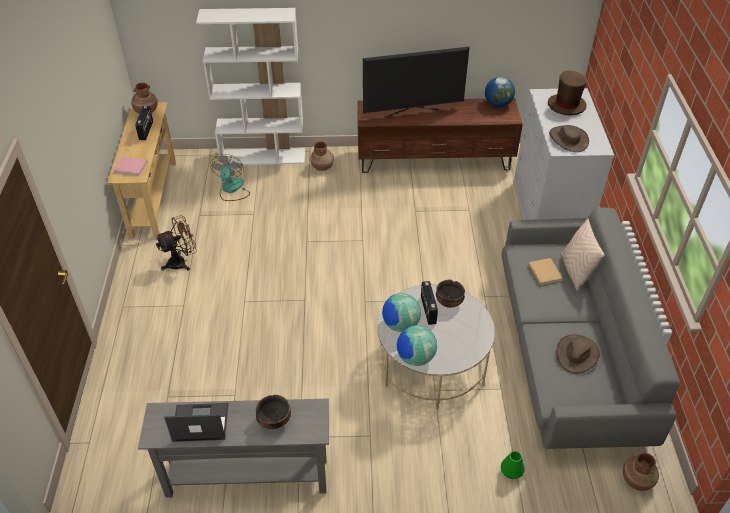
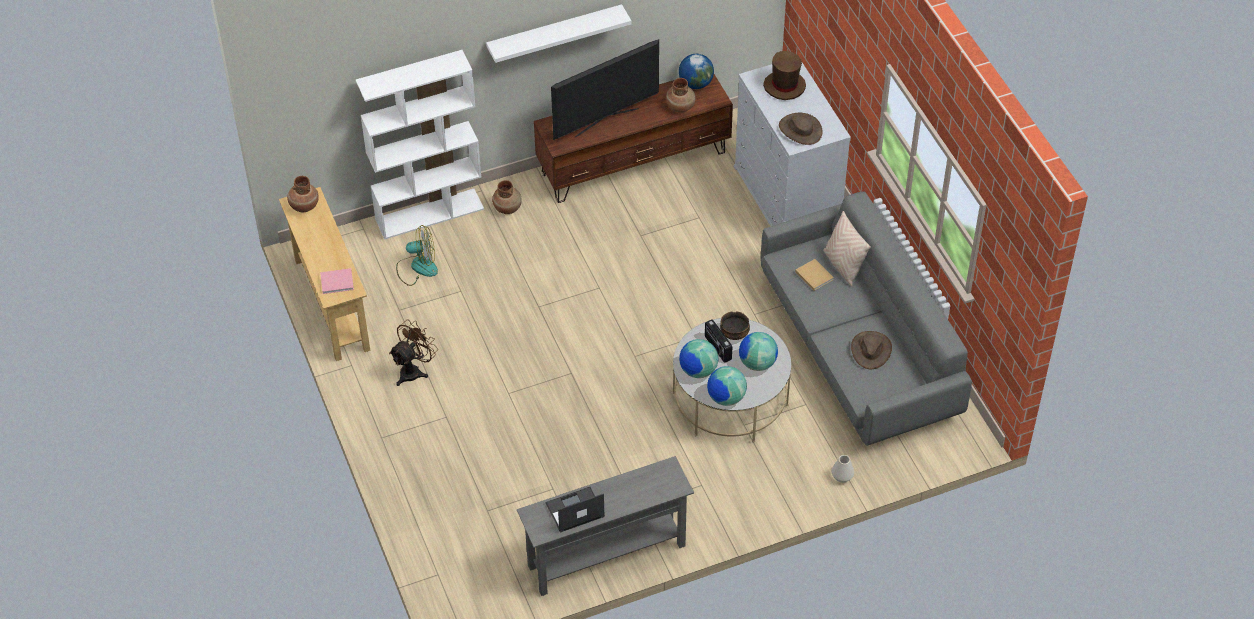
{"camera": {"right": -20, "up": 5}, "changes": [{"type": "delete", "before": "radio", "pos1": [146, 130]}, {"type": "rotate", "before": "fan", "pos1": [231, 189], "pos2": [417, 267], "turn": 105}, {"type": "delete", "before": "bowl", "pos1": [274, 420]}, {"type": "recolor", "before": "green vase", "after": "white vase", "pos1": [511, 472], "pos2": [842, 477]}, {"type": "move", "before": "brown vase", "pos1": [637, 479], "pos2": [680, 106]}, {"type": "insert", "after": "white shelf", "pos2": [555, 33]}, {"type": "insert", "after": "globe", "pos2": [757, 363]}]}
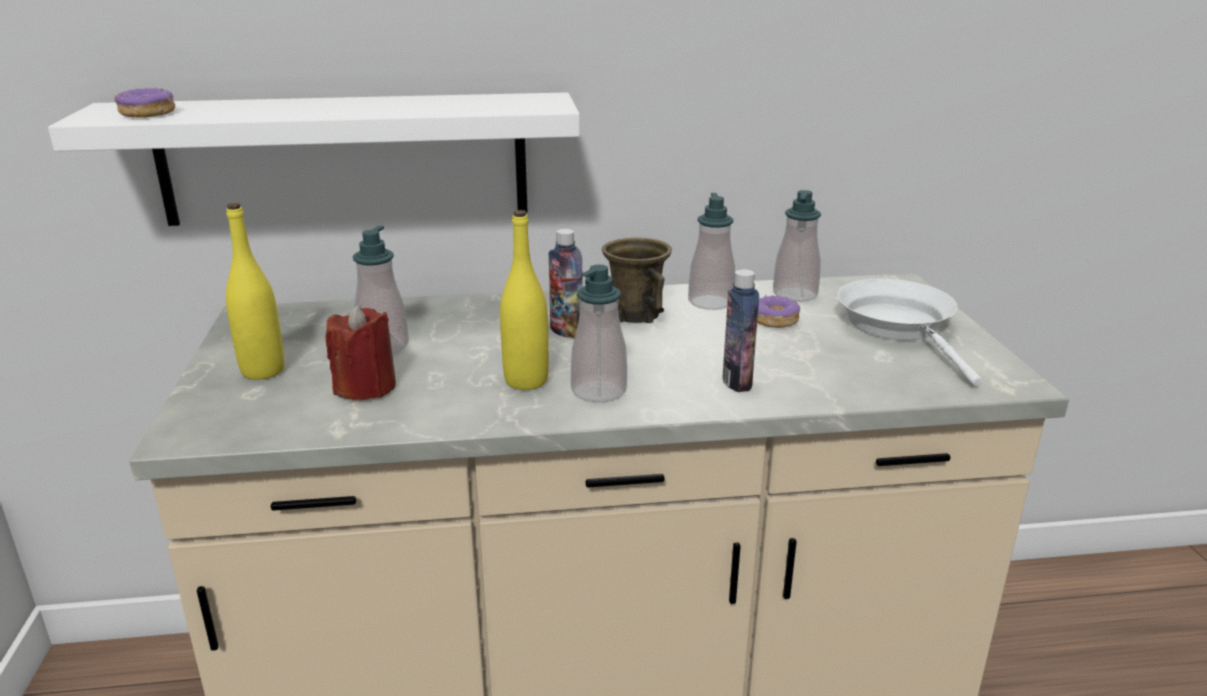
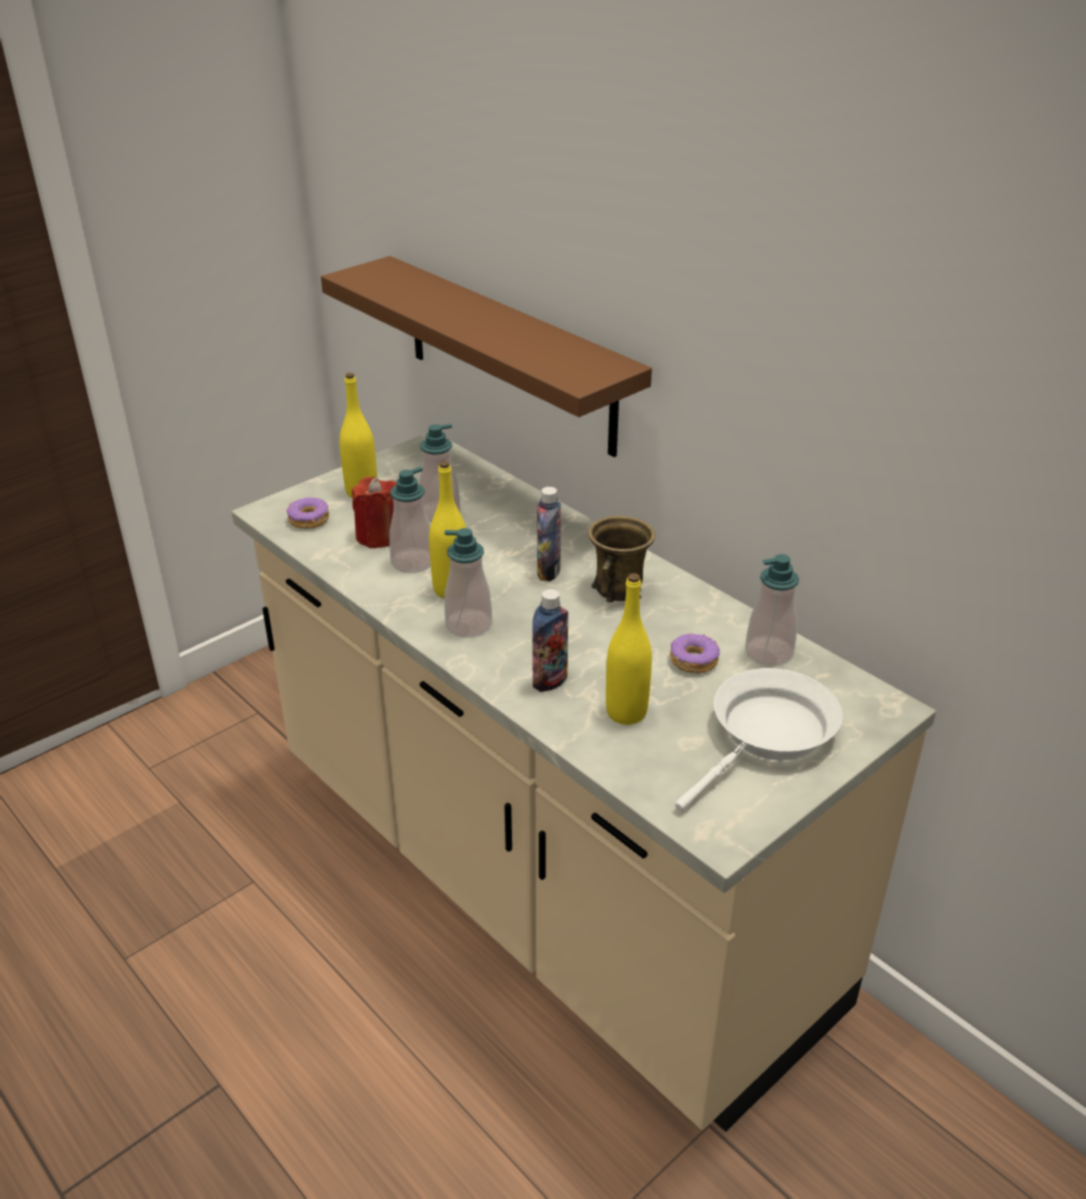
{"camera": {"right": 55, "up": 10}, "changes": [{"type": "recolor", "before": "white shelf", "after": "brown shelf", "pos1": [345, 159], "pos2": [509, 355]}, {"type": "move", "before": "donut", "pos1": [148, 113], "pos2": [309, 520]}, {"type": "move", "before": "soap dispenser", "pos1": [710, 302], "pos2": [412, 562]}, {"type": "insert", "after": "yellow bottle", "pos2": [626, 712]}]}
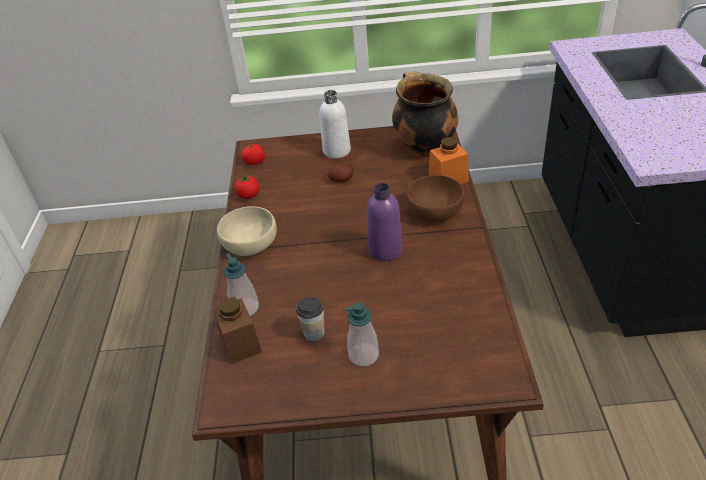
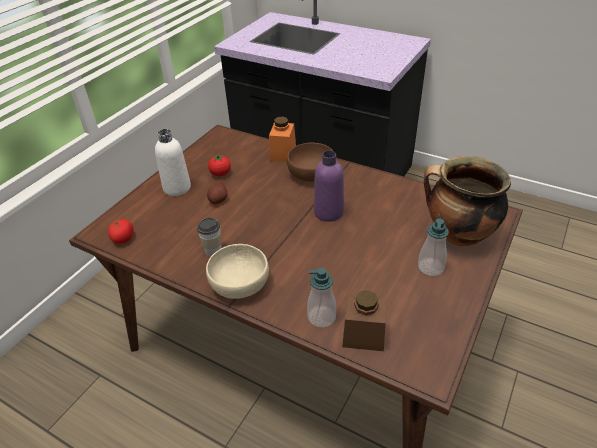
{"camera": {"right": -60, "up": 0}, "changes": [{"type": "move", "before": "tomato", "pos1": [249, 196], "pos2": [220, 174]}, {"type": "move", "before": "cup", "pos1": [314, 333], "pos2": [213, 250]}, {"type": "move", "before": "cooking pot", "pos1": [423, 147], "pos2": [457, 235]}]}
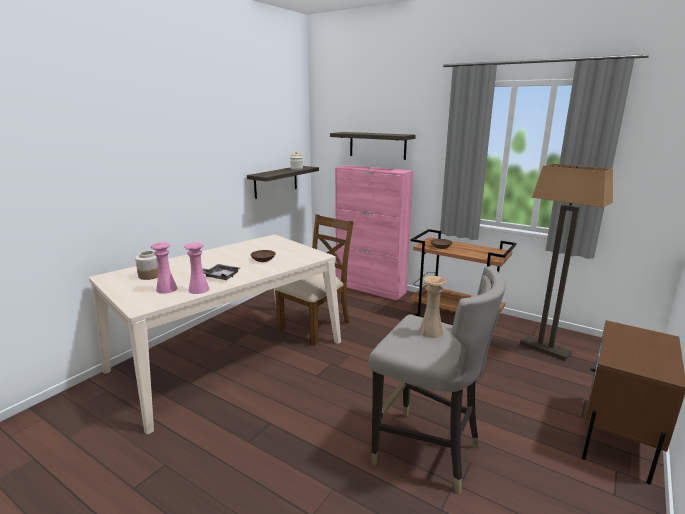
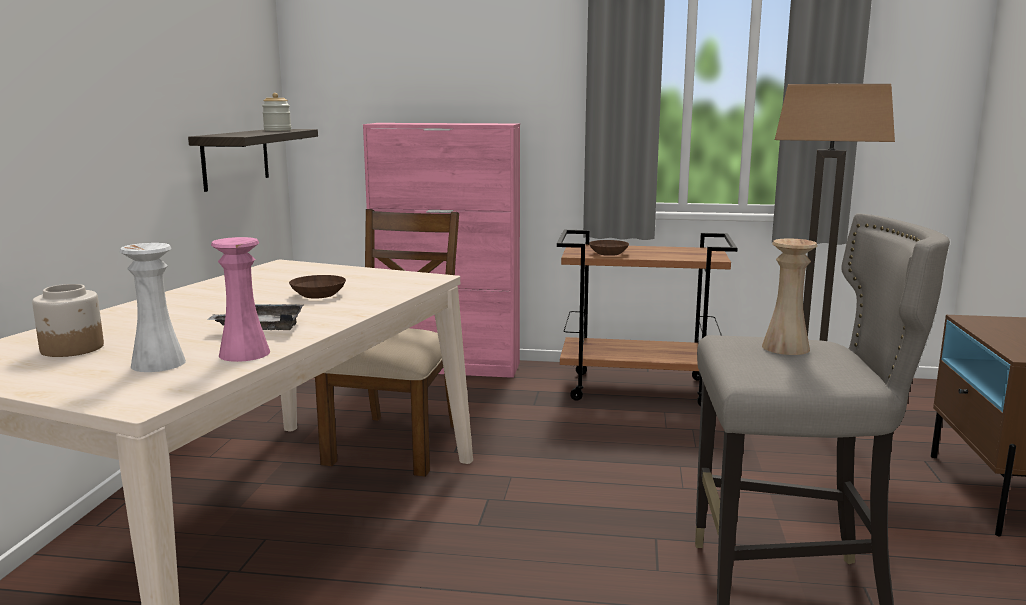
{"camera": {"right": -25, "up": -5}, "changes": [{"type": "recolor", "before": "pink vase", "after": "white vase", "pos1": [166, 289], "pos2": [158, 363]}, {"type": "delete", "before": "shelf", "pos1": [377, 145]}]}
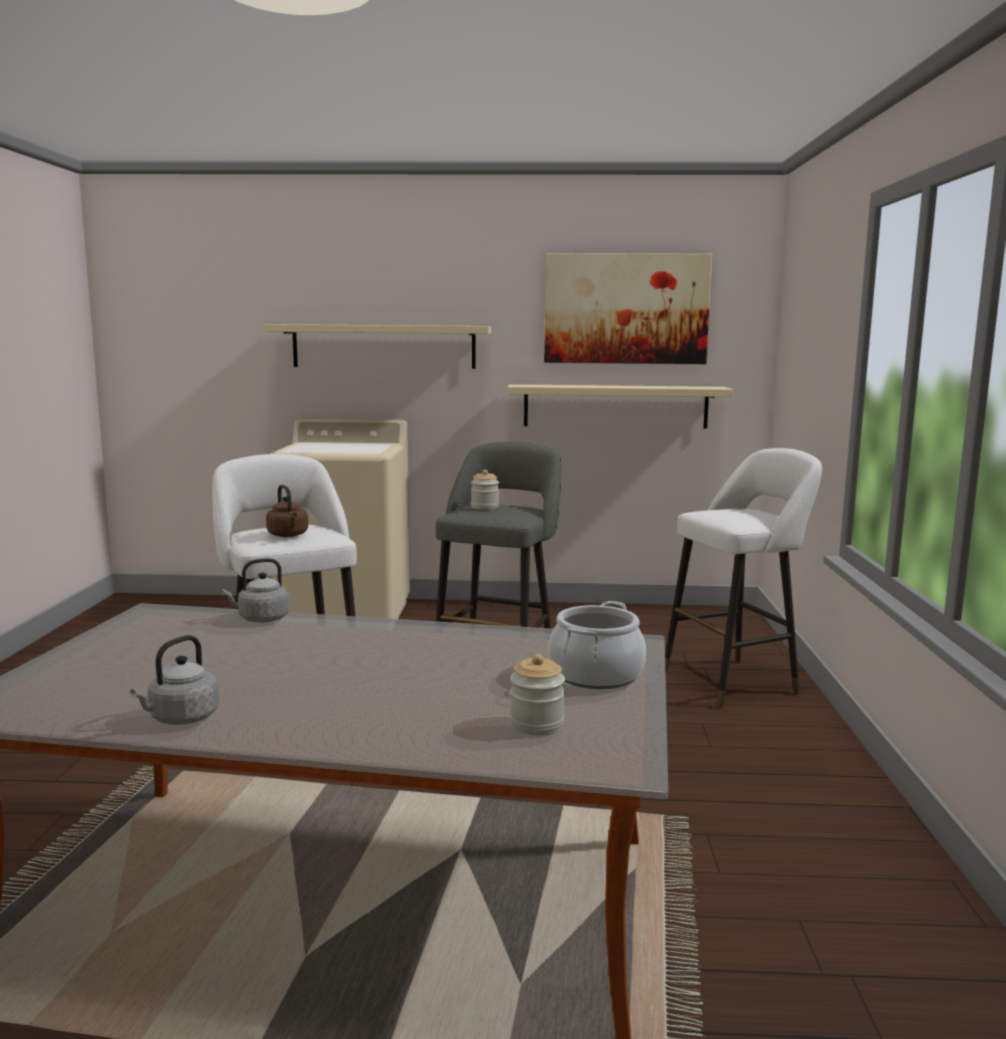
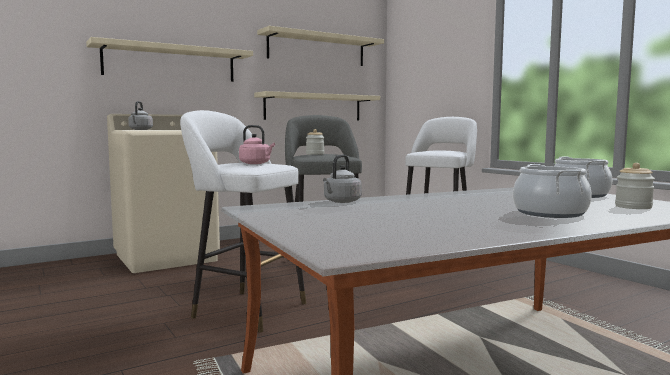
{"camera": {"right": -35, "up": -5}, "changes": [{"type": "move", "before": "grey kettle", "pos1": [181, 718], "pos2": [140, 129]}, {"type": "recolor", "before": "brown kettle", "after": "pink kettle", "pos1": [288, 535], "pos2": [256, 163]}, {"type": "replace", "before": "picture", "after": "beige shelf", "pos1": [626, 309], "pos2": [317, 49]}, {"type": "insert", "after": "cooking pot", "pos2": [549, 213]}]}
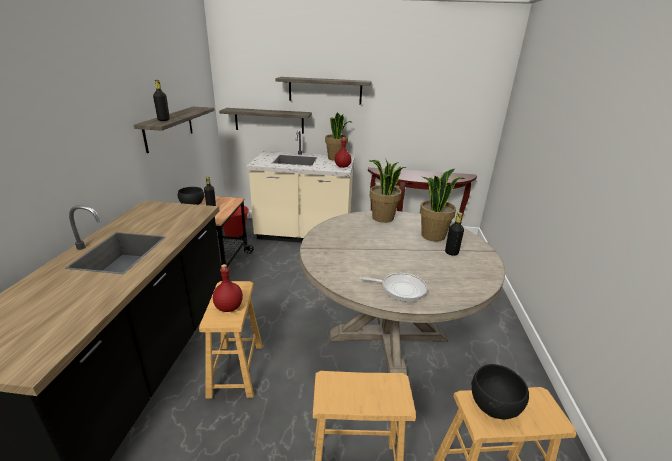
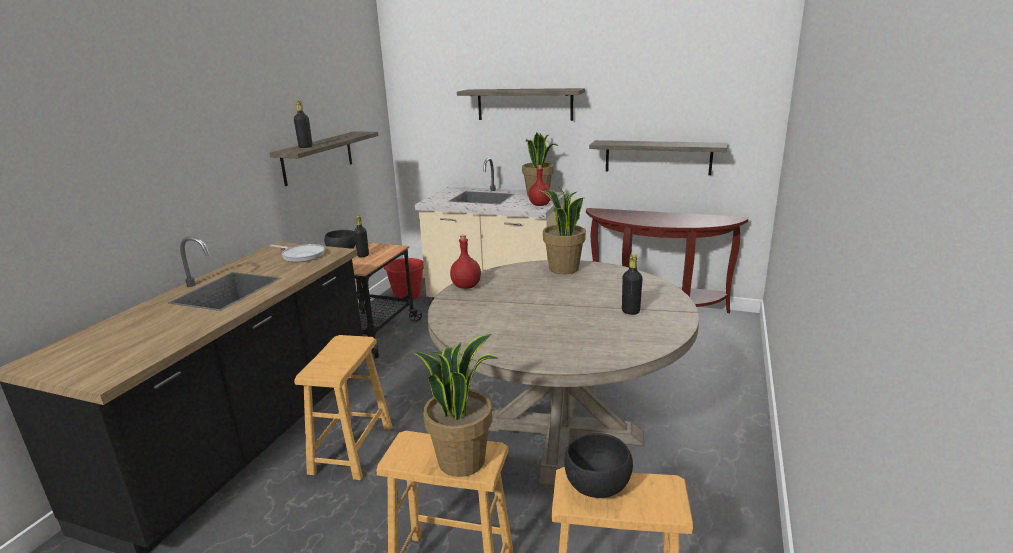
{"camera": {"right": 15, "up": -5}, "changes": [{"type": "move", "before": "red bottle", "pos1": [228, 307], "pos2": [465, 286]}, {"type": "move", "before": "shelf", "pos1": [269, 120], "pos2": [657, 157]}, {"type": "move", "before": "frying pan", "pos1": [400, 289], "pos2": [301, 255]}, {"type": "move", "before": "potted plant", "pos1": [433, 235], "pos2": [462, 460]}]}
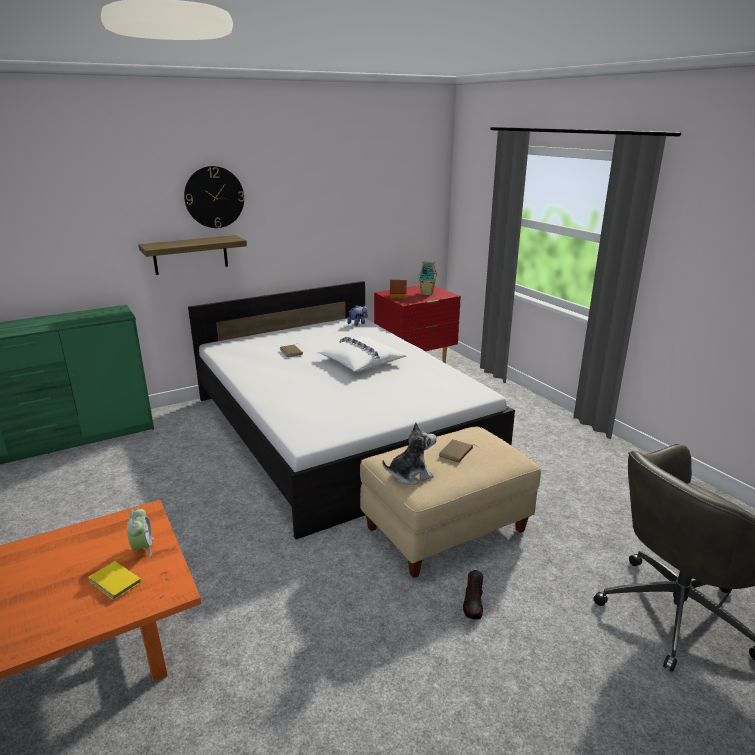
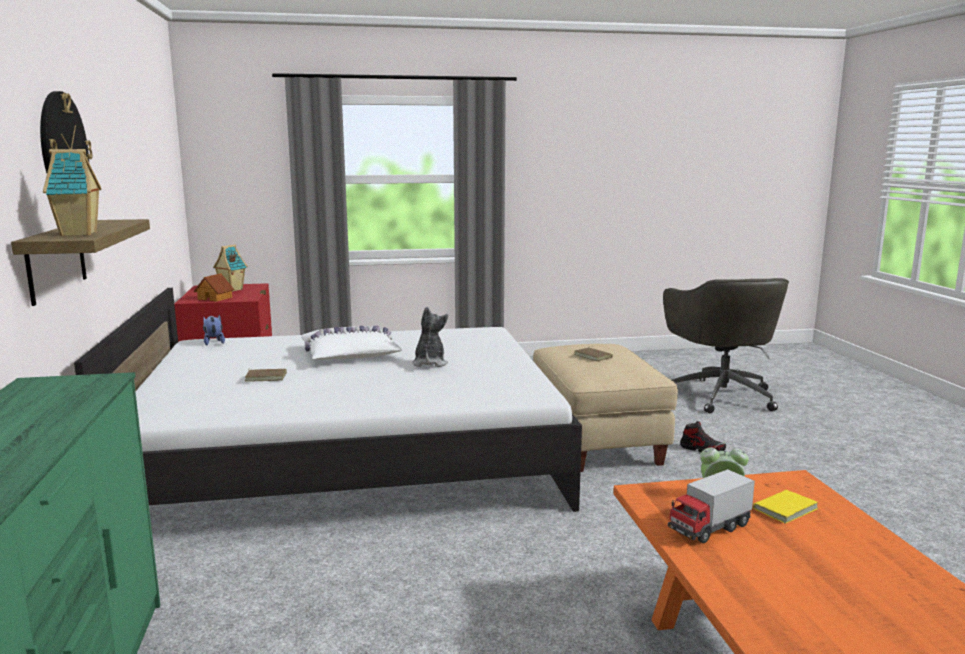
{"camera": {"right": -70, "up": -10}, "changes": [{"type": "move", "before": "plush toy", "pos1": [410, 475], "pos2": [429, 363]}, {"type": "insert", "after": "toy house", "pos2": [79, 234]}, {"type": "insert", "after": "toy truck", "pos2": [709, 528]}]}
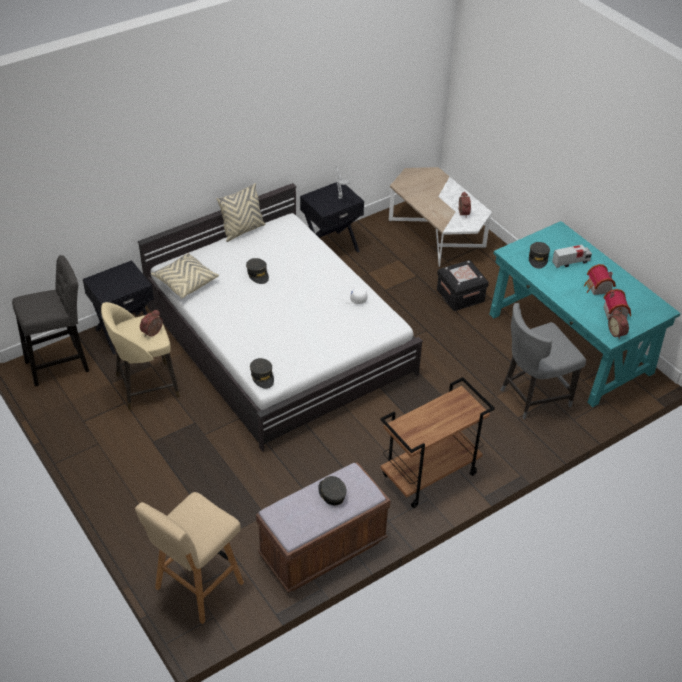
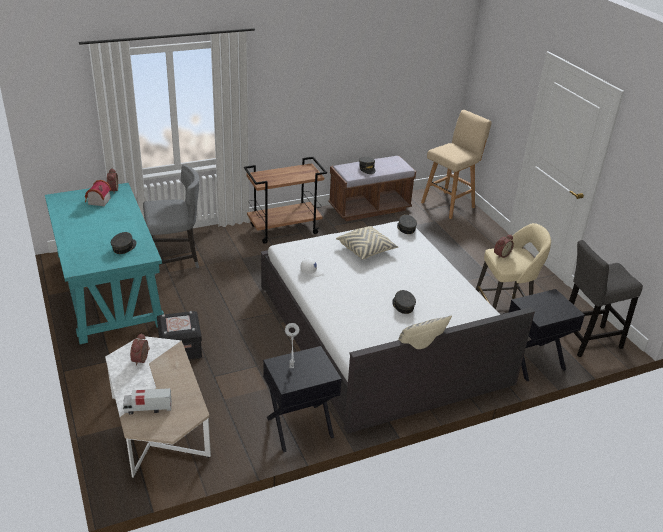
{"camera": {"right": -170, "up": -10}, "changes": [{"type": "move", "before": "beige pillow", "pos1": [185, 282], "pos2": [366, 250]}, {"type": "move", "before": "toy truck", "pos1": [571, 262], "pos2": [148, 408]}, {"type": "delete", "before": "toy house", "pos1": [597, 288]}]}
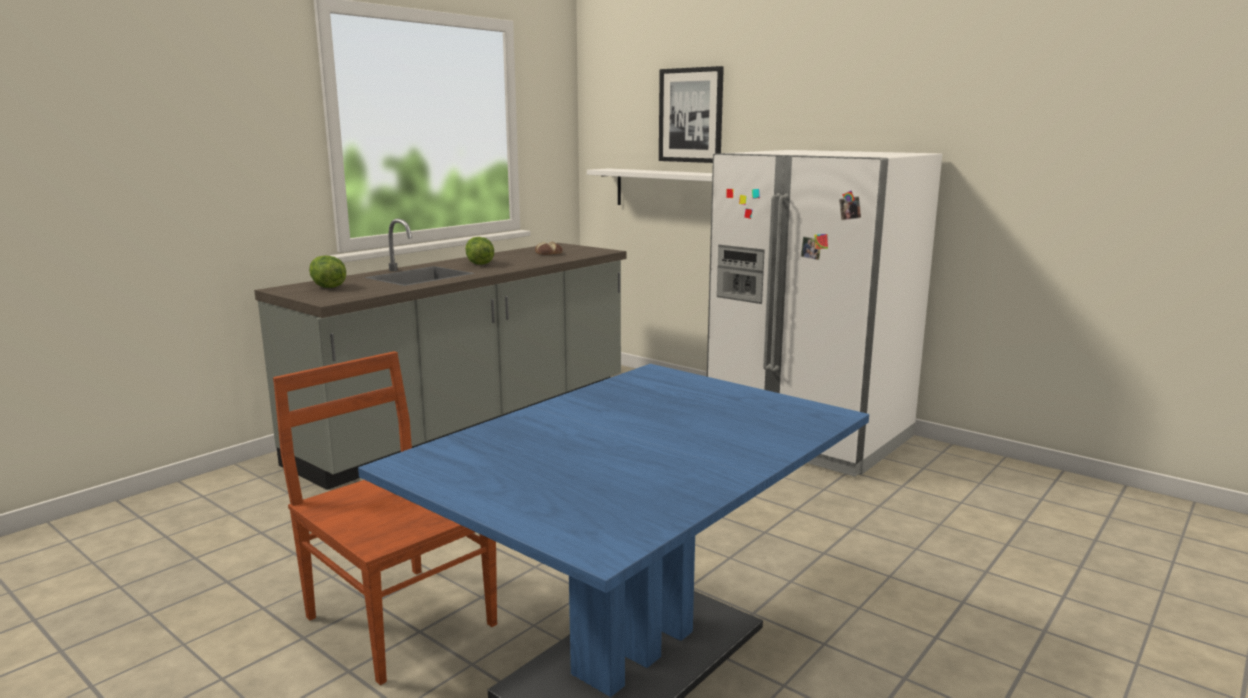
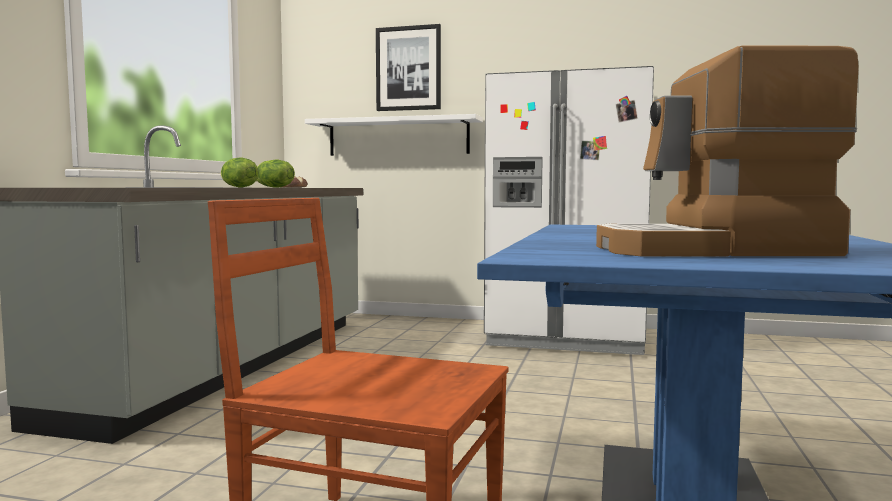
{"camera": {"right": -25, "up": -10}, "changes": [{"type": "move", "before": "lettuce", "pos1": [327, 287], "pos2": [273, 187]}, {"type": "insert", "after": "coffee machine", "pos2": [713, 250]}]}
